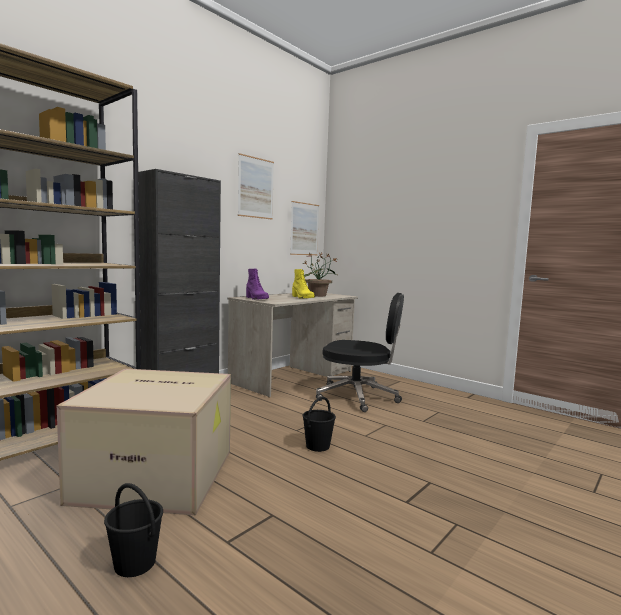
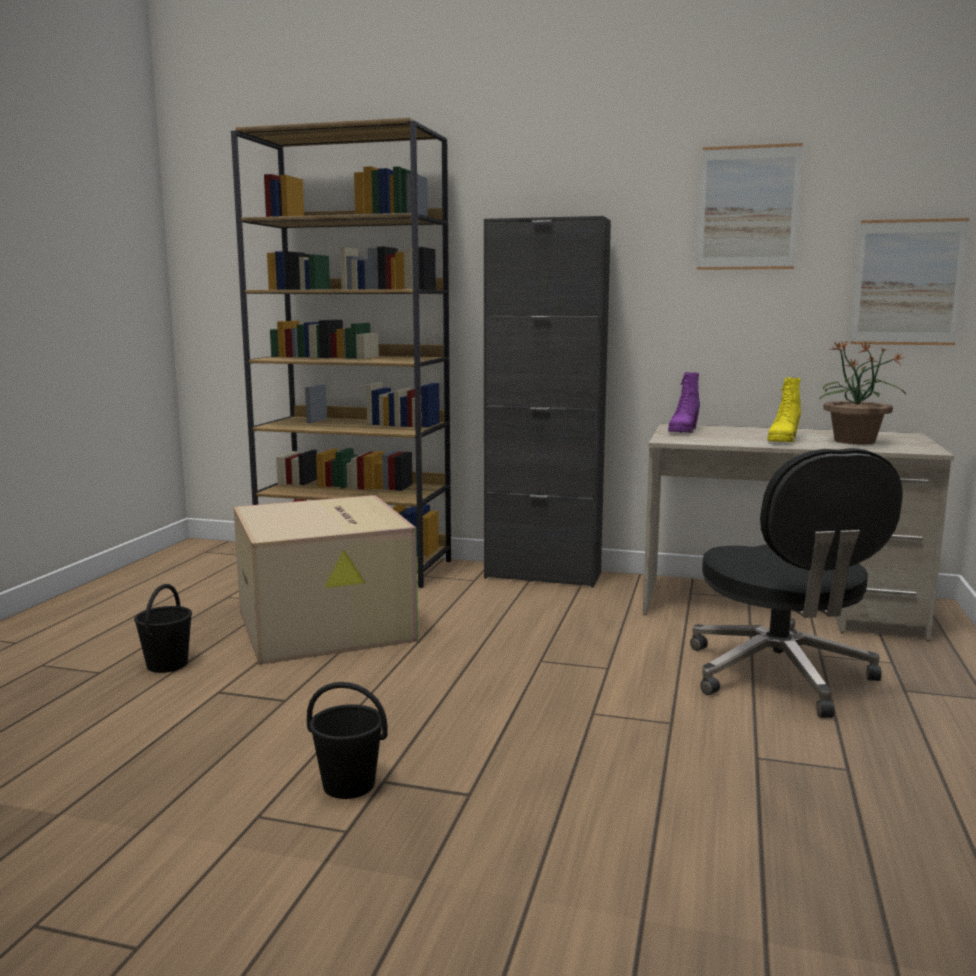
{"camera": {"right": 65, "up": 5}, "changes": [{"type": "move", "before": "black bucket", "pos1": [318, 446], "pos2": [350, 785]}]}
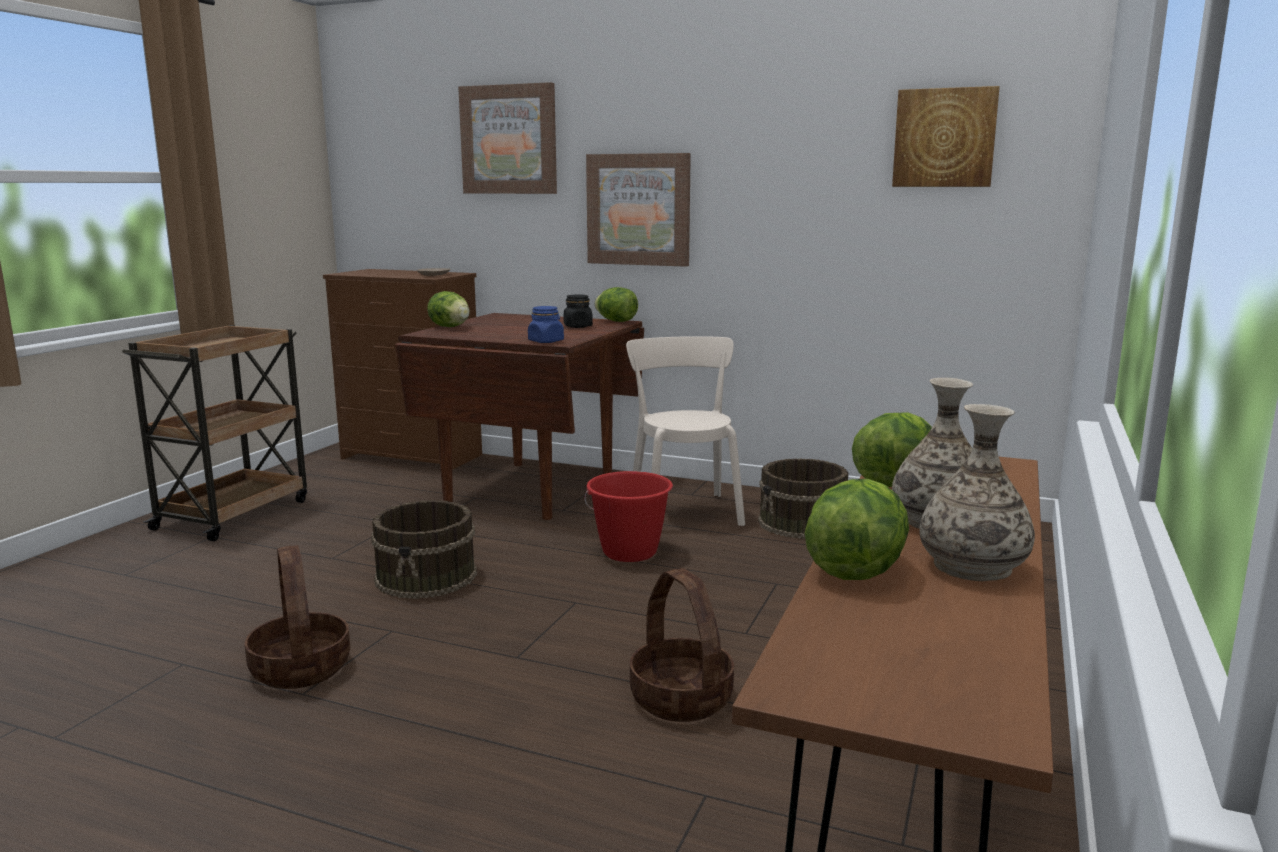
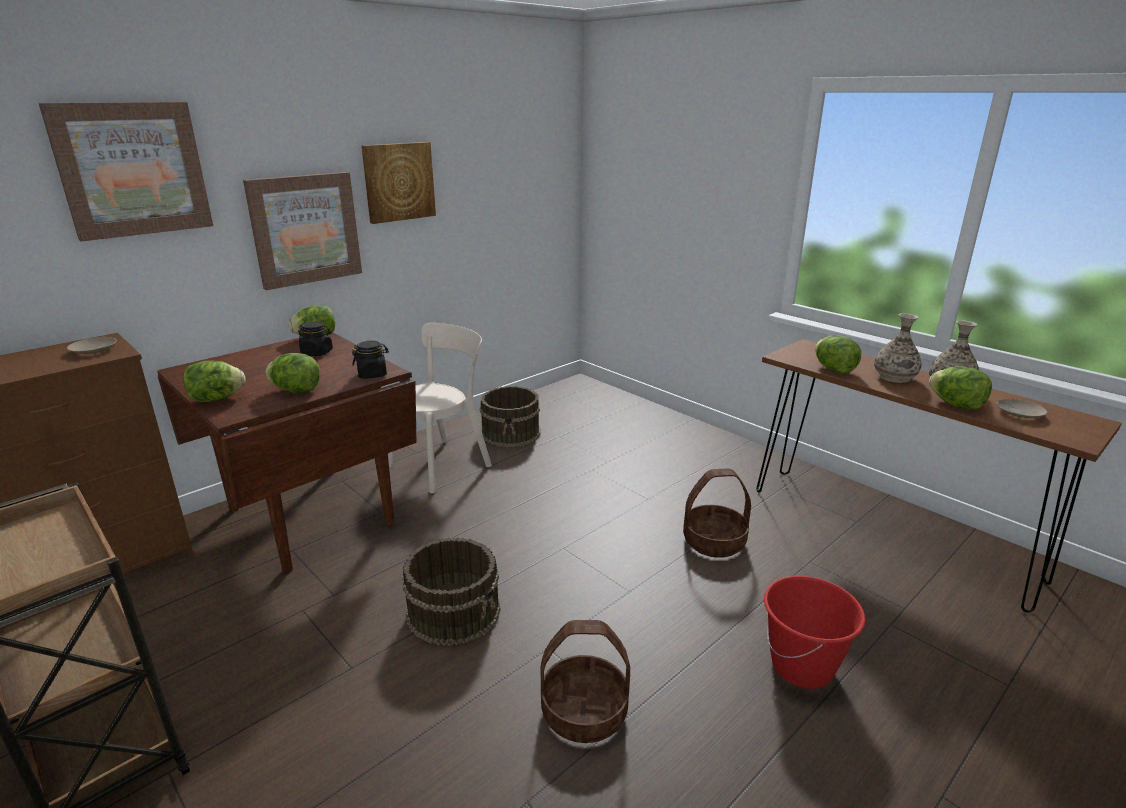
{"camera": {"right": -65, "up": 10}, "changes": [{"type": "recolor", "before": "blue jar", "after": "black jar", "pos1": [546, 341], "pos2": [372, 374]}, {"type": "move", "before": "red bucket", "pos1": [629, 552], "pos2": [802, 667]}, {"type": "rotate", "before": "beige chair", "pos1": [684, 510], "pos2": [443, 464], "turn": 120}, {"type": "move", "before": "picture", "pos1": [944, 138], "pos2": [398, 182]}, {"type": "insert", "after": "lettuce", "pos2": [296, 390]}, {"type": "insert", "after": "beige plate", "pos2": [1019, 413]}]}
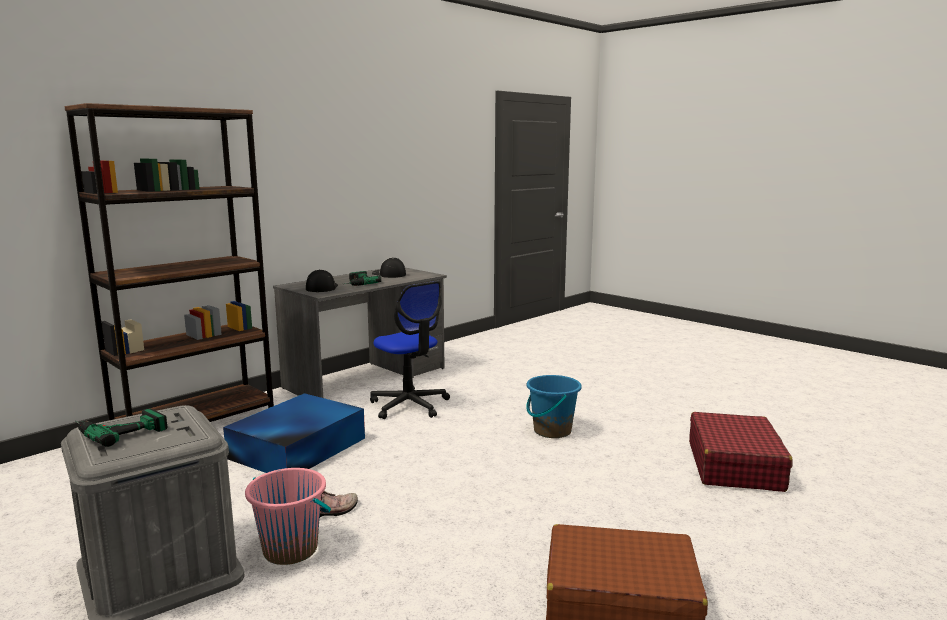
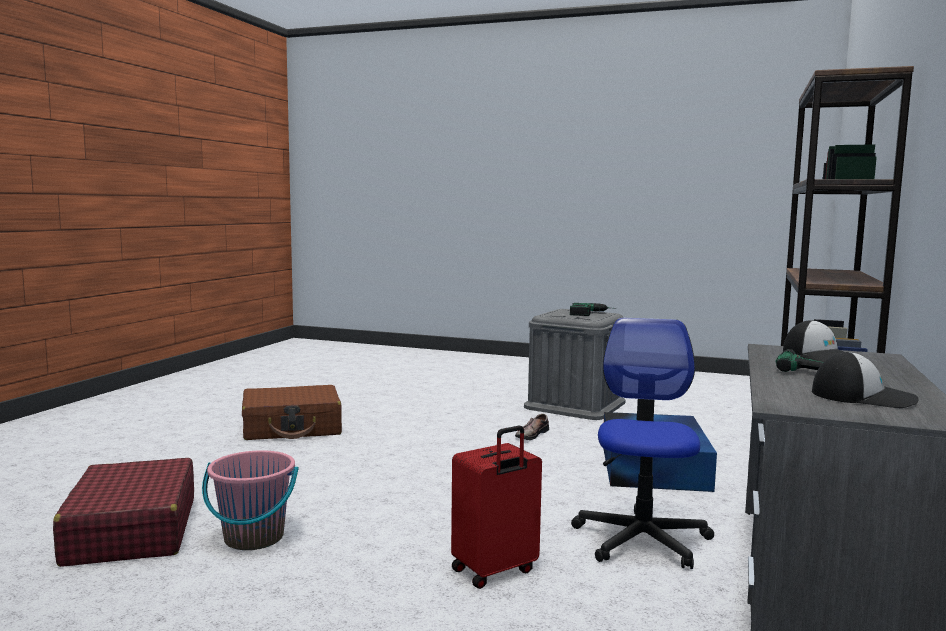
{"camera": {"right": 155, "up": -5}, "changes": [{"type": "move", "before": "pink bucket", "pos1": [291, 549], "pos2": [253, 538]}, {"type": "rotate", "before": "office chair", "pos1": [409, 405], "pos2": [642, 540], "turn": 75}, {"type": "delete", "before": "blue bucket", "pos1": [552, 431]}, {"type": "insert", "after": "red suitcase", "pos2": [495, 571]}]}
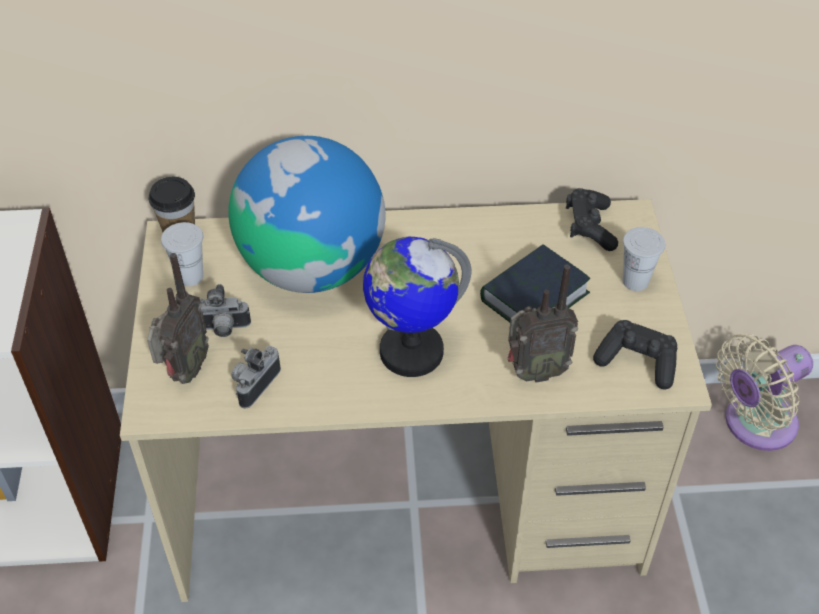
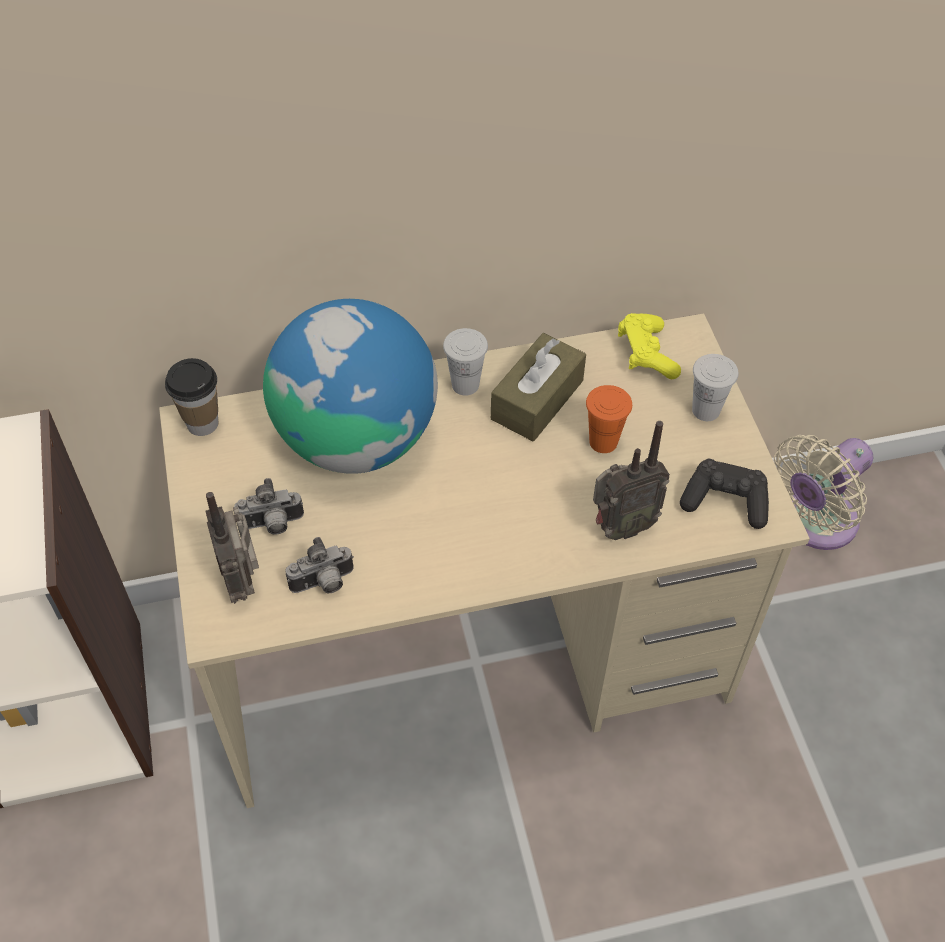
{"camera": {"right": -10, "up": 5}, "changes": [{"type": "rotate", "before": "radio", "pos1": [184, 372], "pos2": [242, 580], "turn": 150}, {"type": "move", "before": "white cup", "pos1": [190, 276], "pos2": [465, 385]}, {"type": "rotate", "before": "photo camera", "pos1": [254, 384], "pos2": [324, 584], "turn": -135}, {"type": "delete", "before": "globe", "pos1": [410, 351]}, {"type": "replace", "before": "book", "after": "orange cup", "pos1": [534, 297], "pos2": [603, 442]}, {"type": "recolor", "before": "black game controller", "after": "yellow game controller", "pos1": [589, 228], "pos2": [646, 355]}, {"type": "insert", "after": "brown tissue box", "pos2": [537, 400]}]}
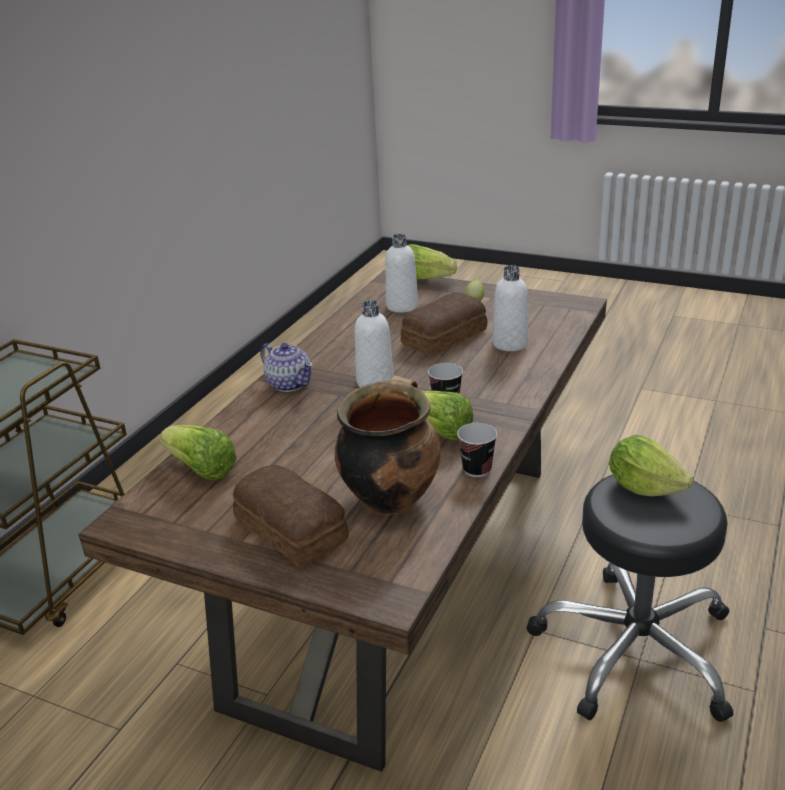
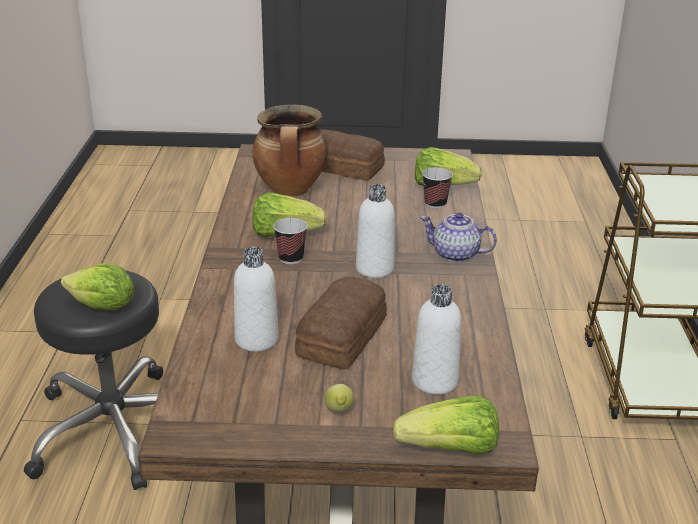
{"camera": {"right": 155, "up": 0}, "changes": [{"type": "move", "before": "cup", "pos1": [477, 469], "pos2": [435, 204]}]}
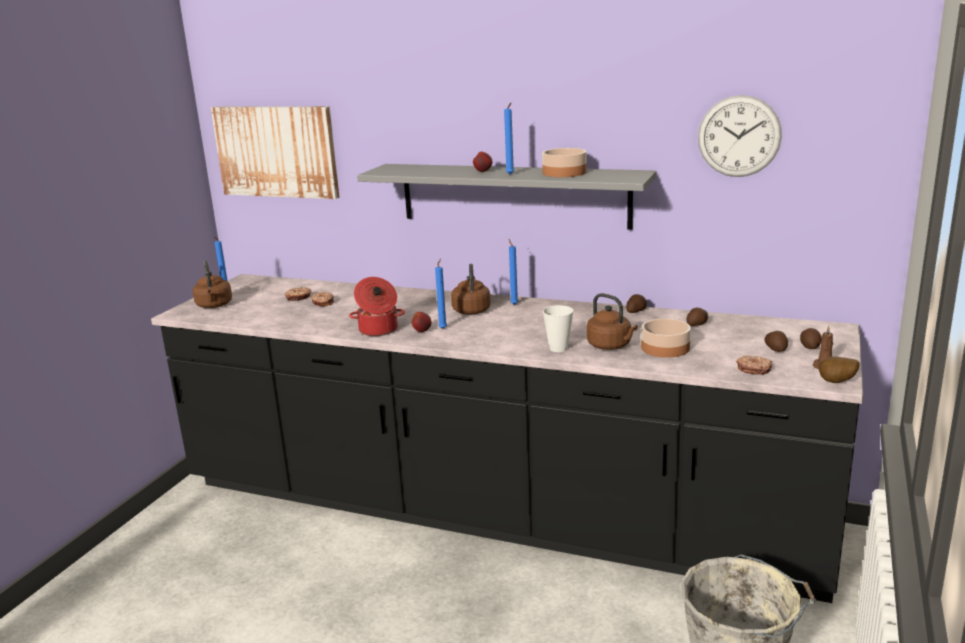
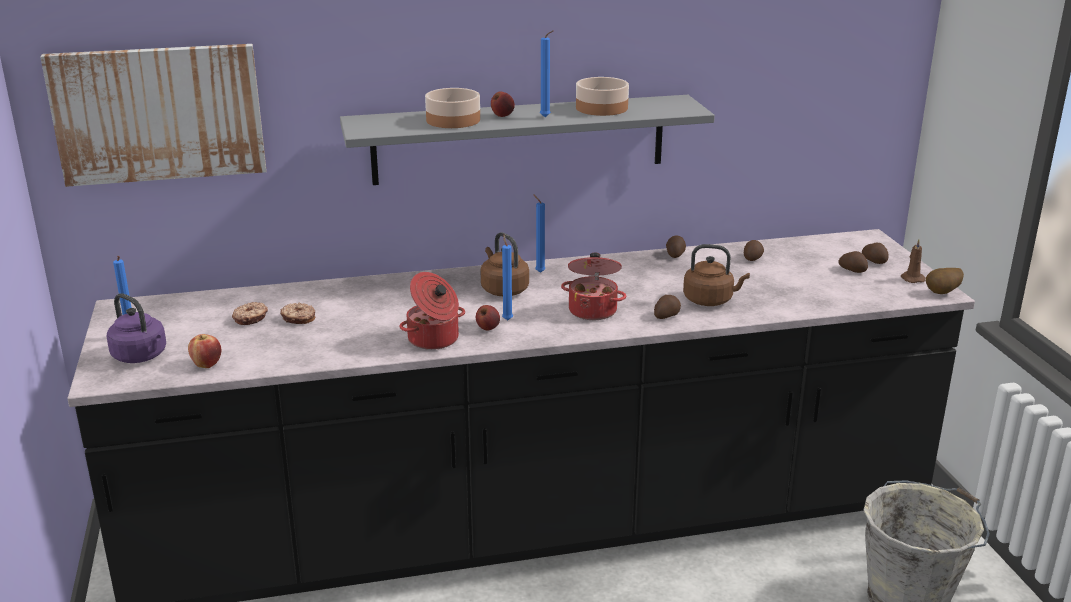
{"camera": {"right": -35, "up": 5}, "changes": [{"type": "recolor", "before": "brown kettle", "after": "purple kettle", "pos1": [214, 306], "pos2": [141, 356]}, {"type": "replace", "before": "cup", "after": "potato", "pos1": [558, 348], "pos2": [666, 315]}, {"type": "move", "before": "bowl", "pos1": [666, 348], "pos2": [454, 120]}, {"type": "delete", "before": "wall clock", "pos1": [739, 136]}, {"type": "delete", "before": "donut", "pos1": [754, 369]}, {"type": "insert", "after": "apple", "pos2": [207, 365]}, {"type": "insert", "after": "cooking pot", "pos2": [593, 310]}]}
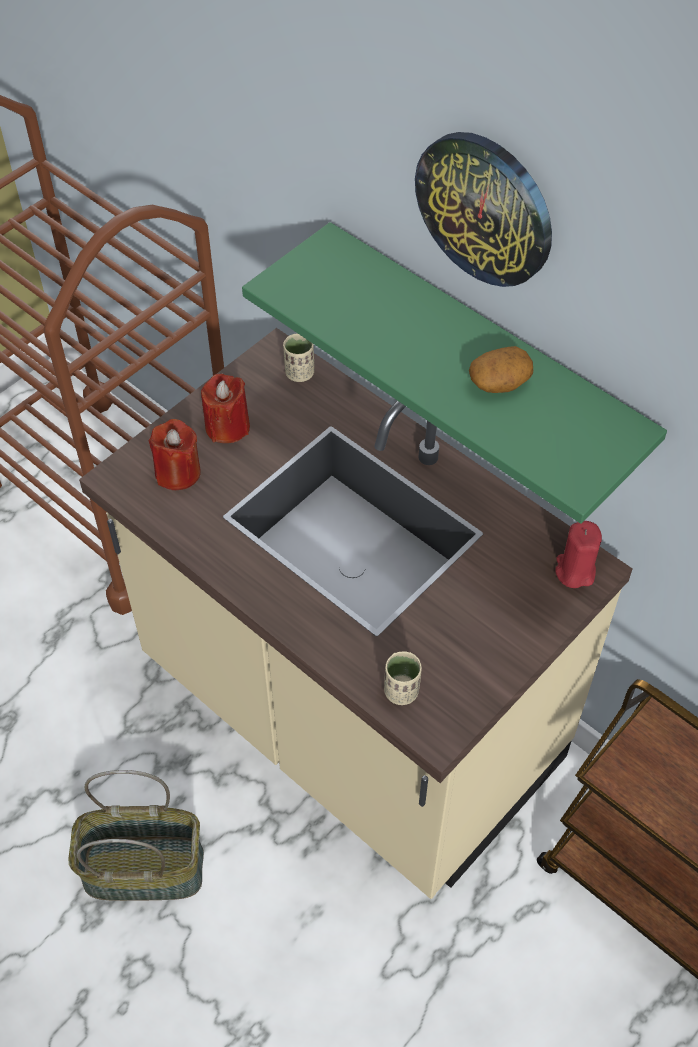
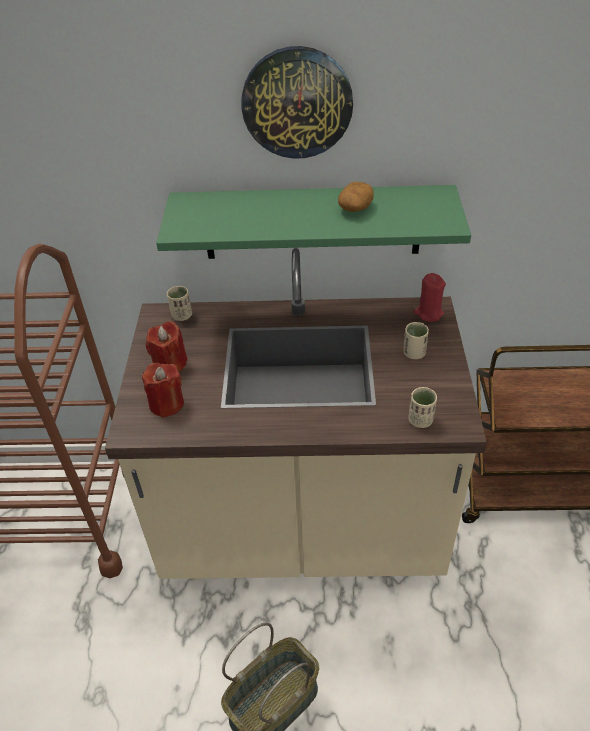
{"camera": {"right": -40, "up": -10}, "changes": [{"type": "insert", "after": "beige cup", "pos2": [414, 353]}]}
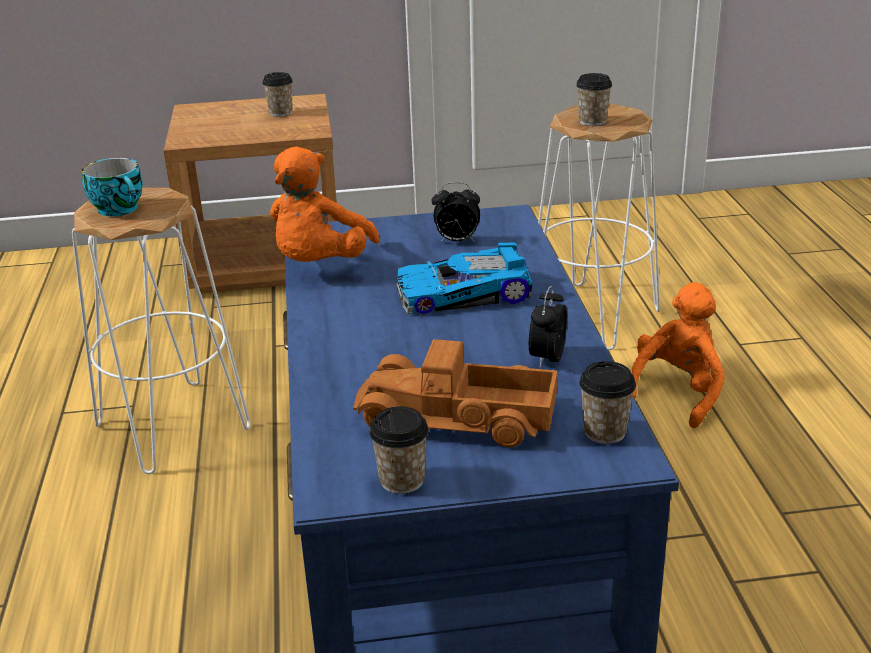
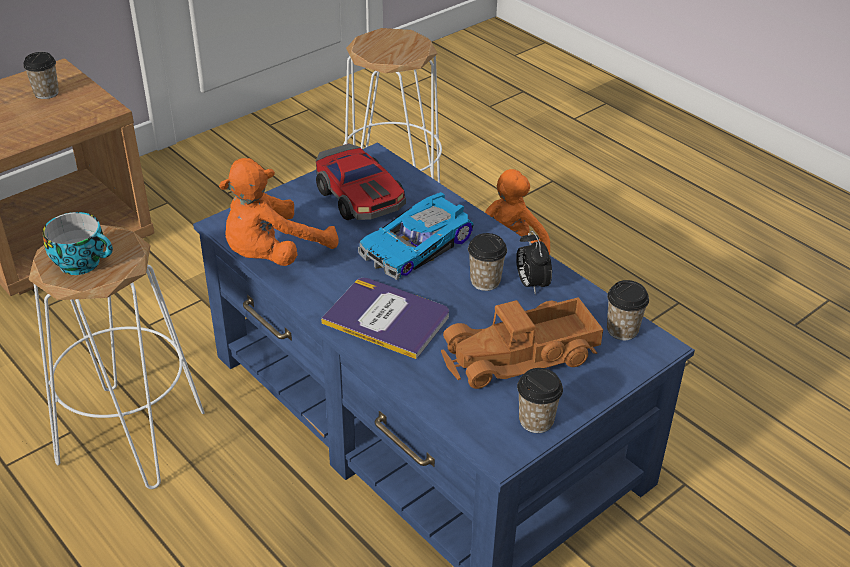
{"camera": {"right": -35, "up": 10}, "changes": [{"type": "rotate", "before": "orange plush toy", "pos1": [320, 265], "pos2": [273, 255], "turn": 60}, {"type": "replace", "before": "alarm clock", "after": "toy car", "pos1": [456, 241], "pos2": [360, 196]}, {"type": "move", "before": "cup", "pos1": [592, 121], "pos2": [485, 281]}, {"type": "insert", "after": "book", "pos2": [387, 318]}]}
